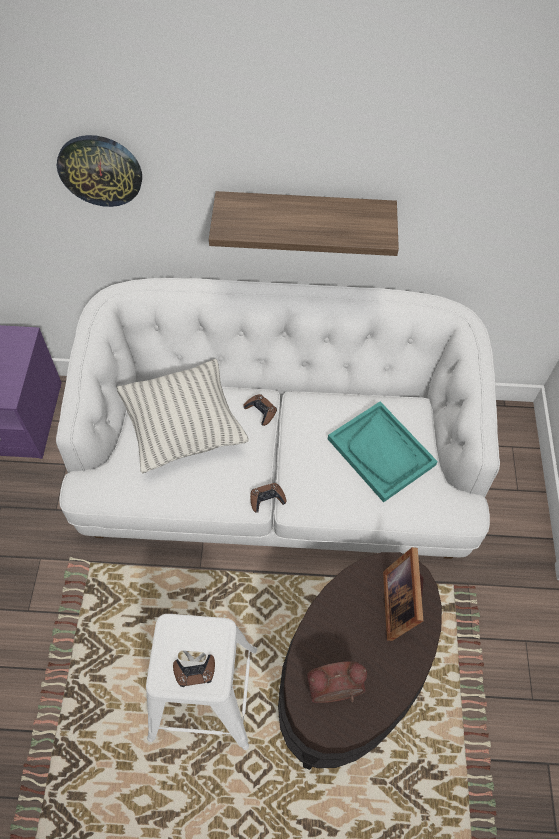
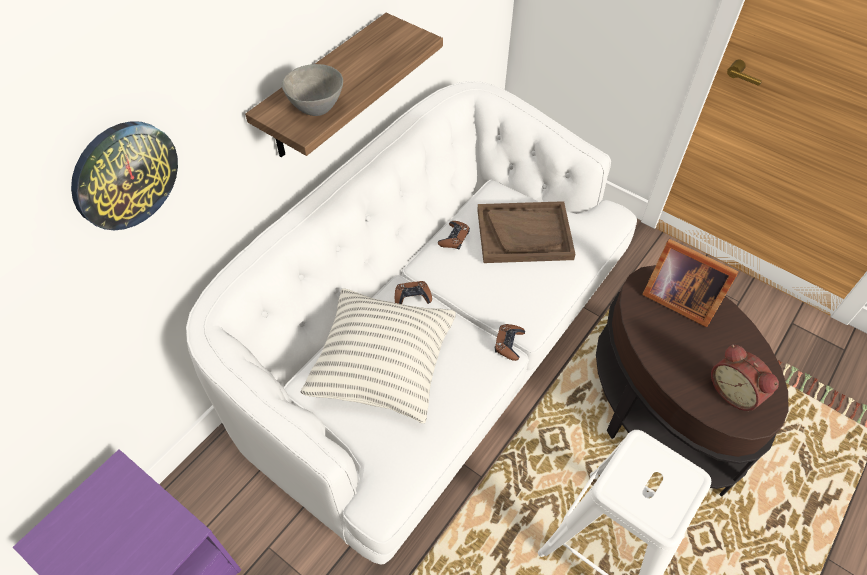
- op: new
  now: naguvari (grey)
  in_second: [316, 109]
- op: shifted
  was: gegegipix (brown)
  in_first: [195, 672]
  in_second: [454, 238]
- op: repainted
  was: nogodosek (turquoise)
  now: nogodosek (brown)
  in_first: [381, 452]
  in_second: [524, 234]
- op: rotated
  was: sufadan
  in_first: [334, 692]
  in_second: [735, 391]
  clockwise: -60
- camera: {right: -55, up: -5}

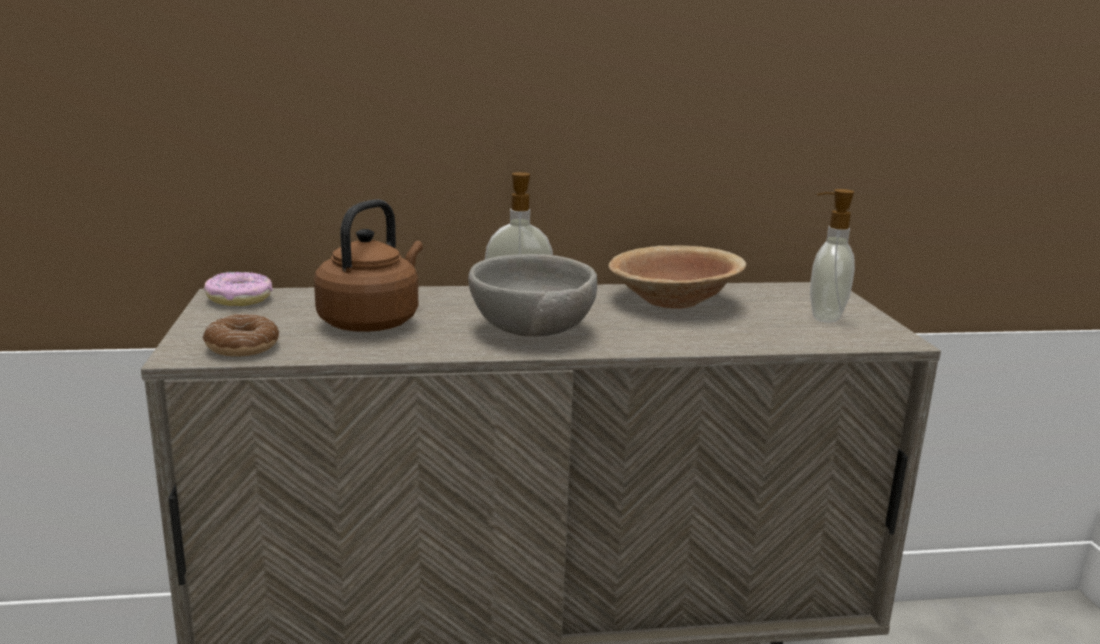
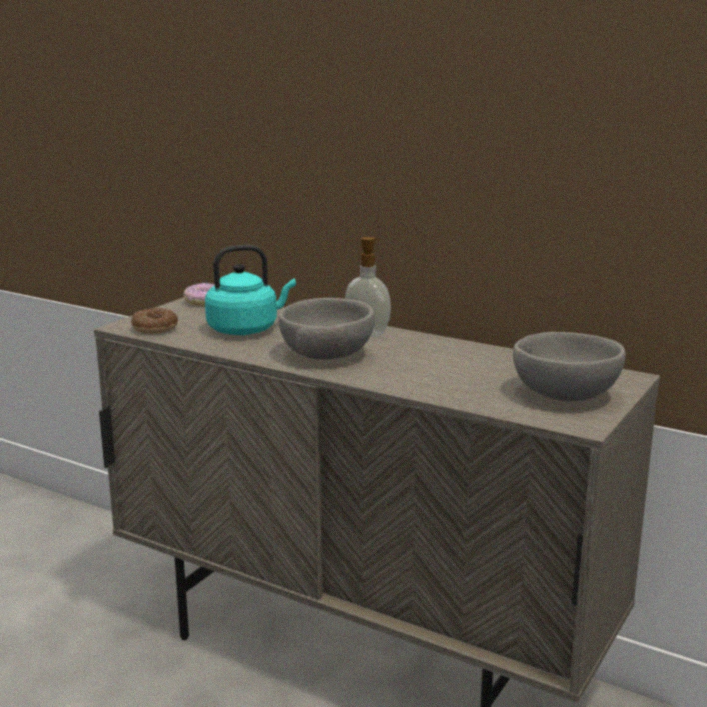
- op: repainted
  was: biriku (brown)
  now: biriku (turquoise)
  in_first: [372, 322]
  in_second: [246, 329]
- op: swapped
  was: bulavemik
  now: naguvari (grey)
  in_first: [824, 316]
  in_second: [565, 395]
- op: gone
  was: naguvari (brown)
  in_first: [673, 301]
- camera: {right: 40, up: 0}

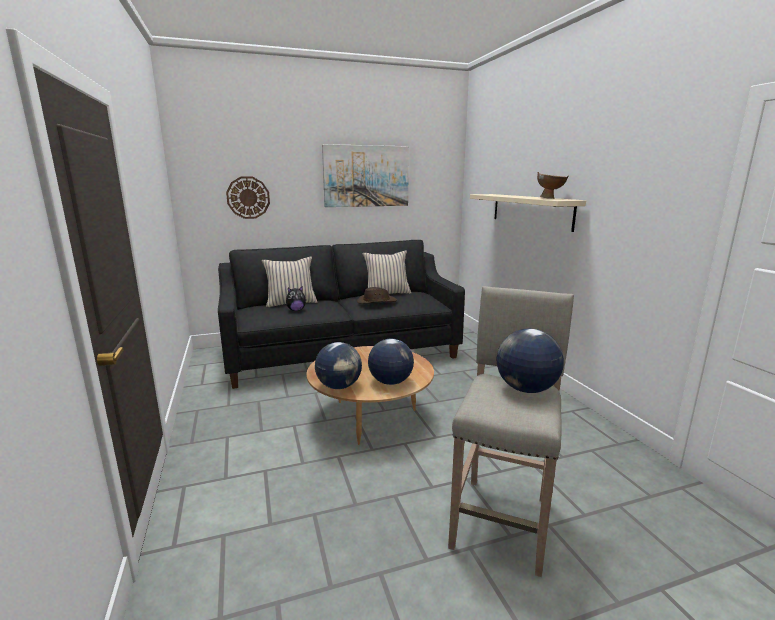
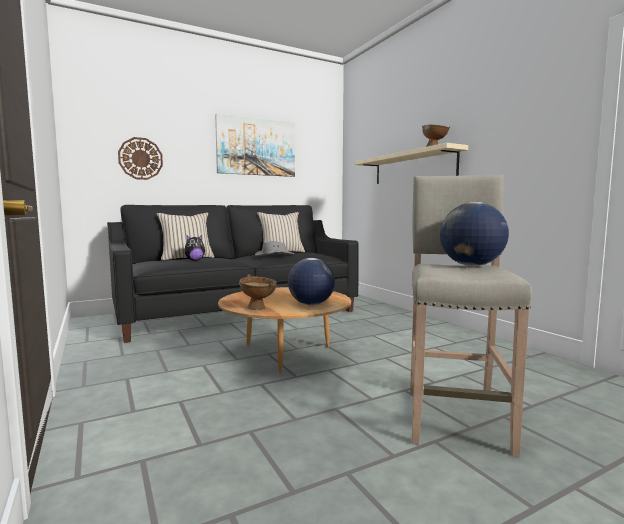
- op: swapped
  was: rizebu
  now: naguvari (brown)
  in_first: [339, 386]
  in_second: [259, 309]
- op: repainted
  was: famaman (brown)
  now: famaman (grey)
  in_first: [376, 301]
  in_second: [274, 255]
- camera: {right: -10, up: -10}

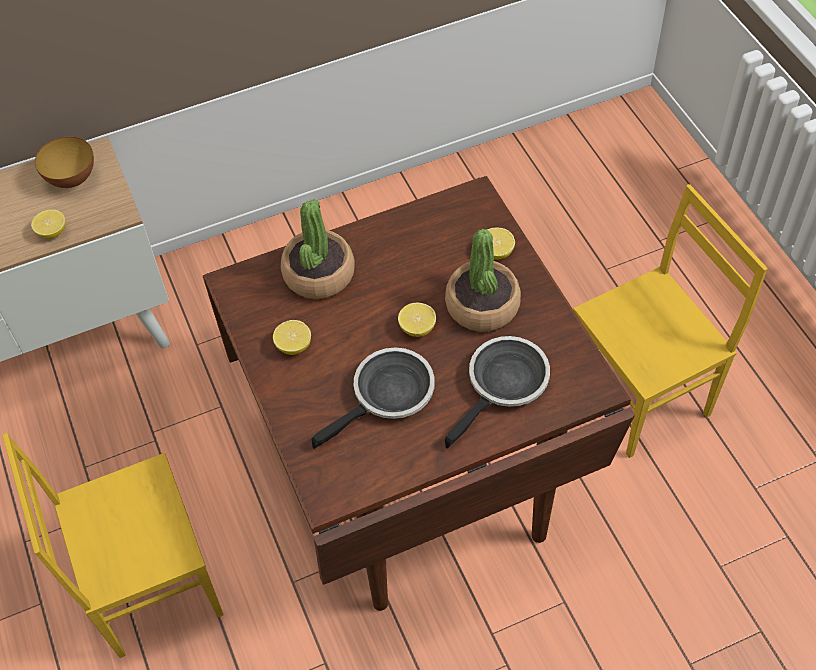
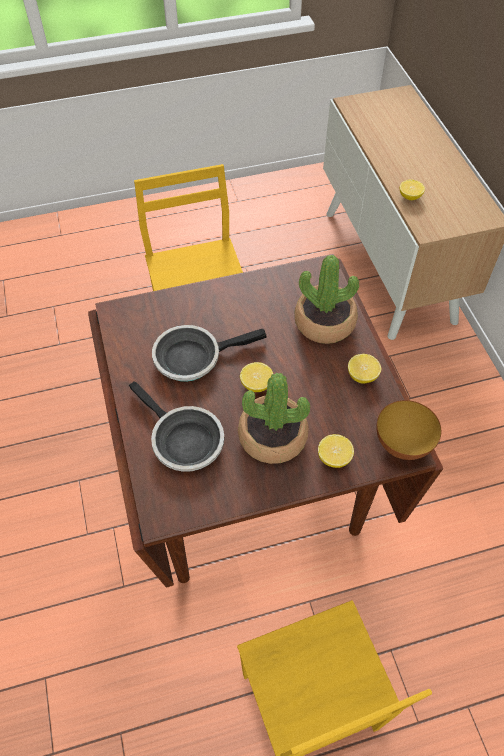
- op: rotated
  was: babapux
  in_first: [388, 396]
  in_second: [193, 357]
  clockwise: 105
- op: shifted
  was: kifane
  in_first: [293, 345]
  in_second: [362, 376]
- op: shifted
  was: naguvari
  in_first: [72, 179]
  in_second: [402, 444]
- camera: {right: 95, up: 0}

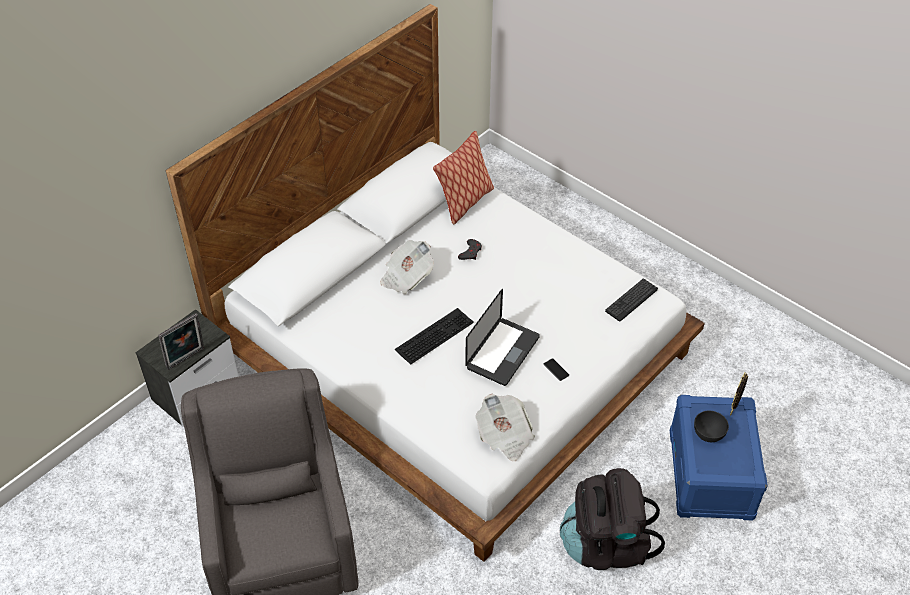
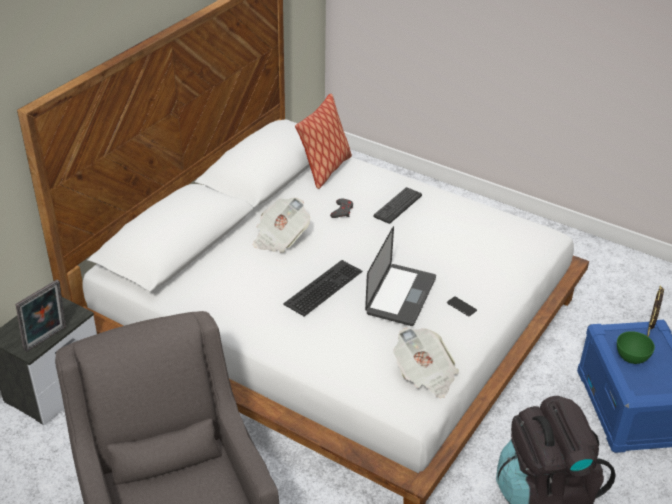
- op: shifted
  was: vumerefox
  in_first: [631, 300]
  in_second: [398, 206]
- op: repainted
  was: naguvari (grey)
  now: naguvari (green)
  in_first: [708, 434]
  in_second: [631, 357]
- camera: {right: -10, up: -10}

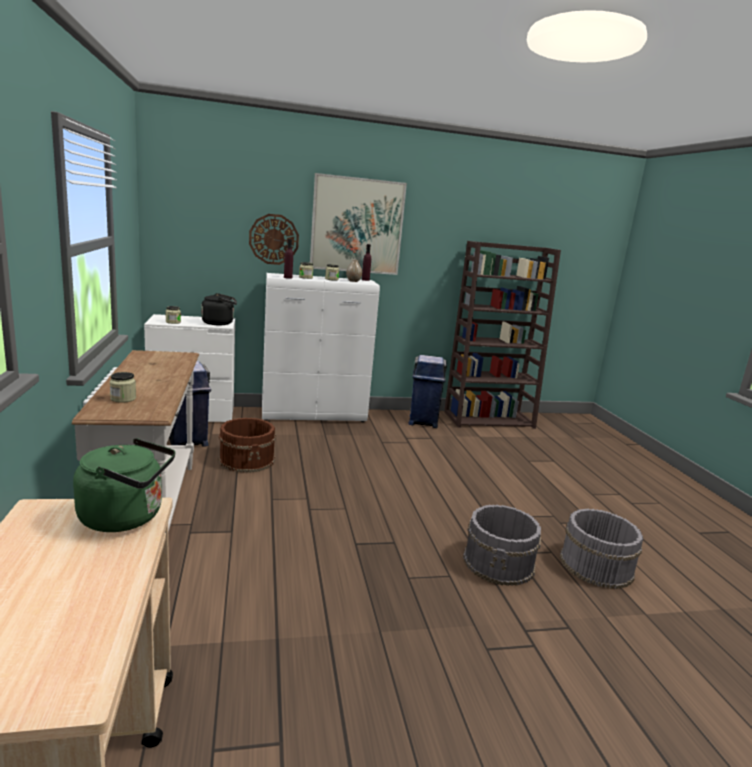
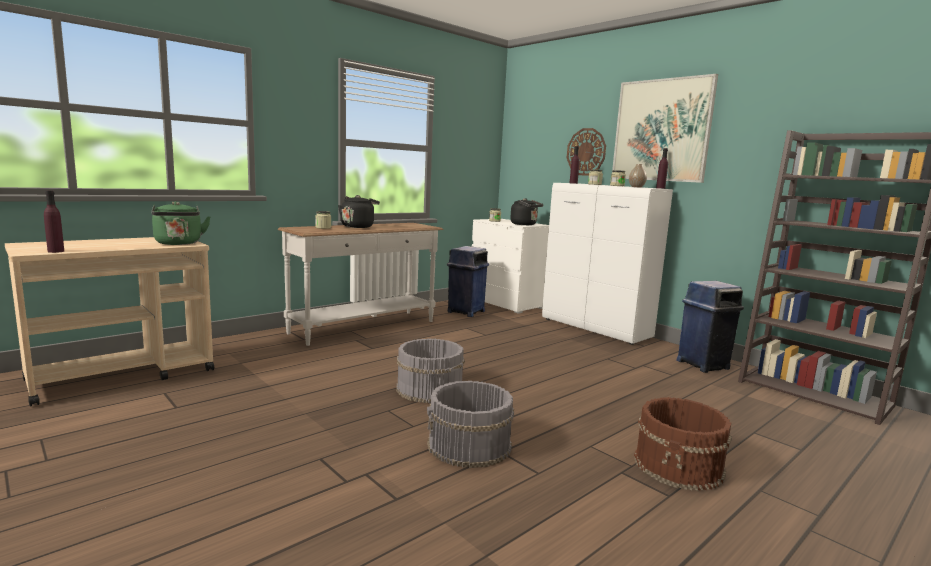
- op: new
  now: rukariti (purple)
  in_second: [56, 251]
- op: new
  now: biriku (black)
  in_second: [358, 226]
- op: shifted
  was: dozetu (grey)
  in_first: [595, 565]
  in_second: [429, 388]
- op: shifted
  was: dozetu (brown)
  in_first: [247, 460]
  in_second: [679, 466]
- camera: {right: 60, up: -5}

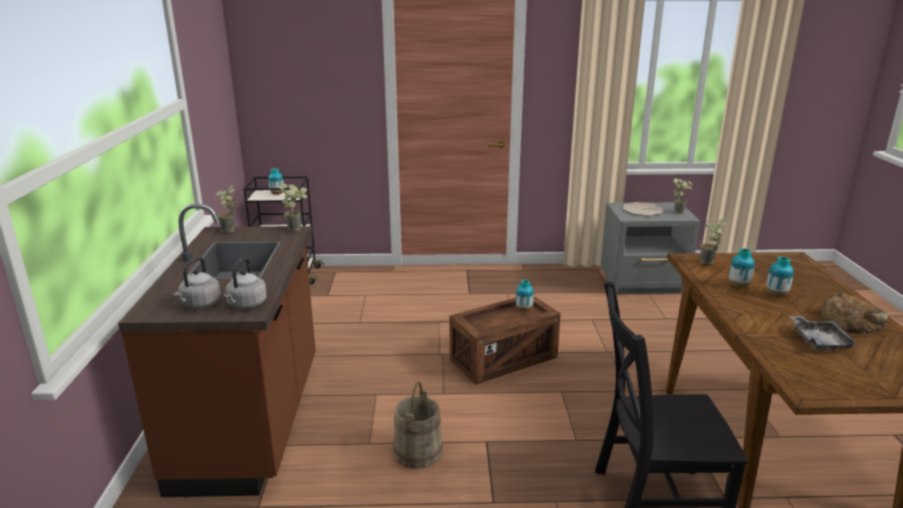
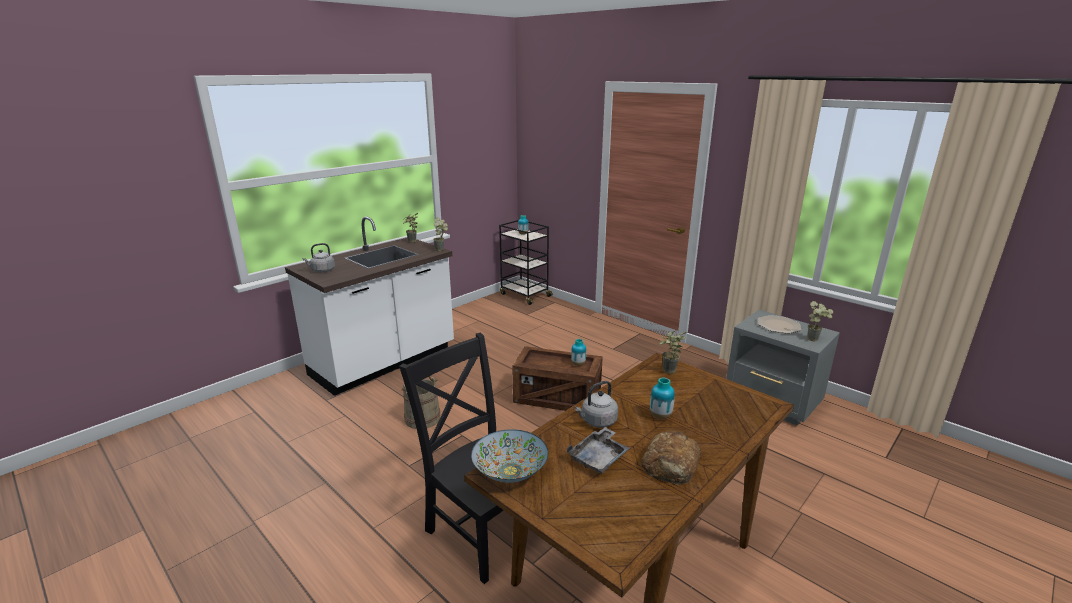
- op: repainted
  was: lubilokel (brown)
  now: lubilokel (white)
  in_first: [253, 422]
  in_second: [384, 362]
- op: new
  now: naguvari
  in_second: [510, 471]
- op: shifted
  was: biriku (grey)
  in_first: [246, 305]
  in_second: [597, 421]
- op: gone
  was: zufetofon
  in_first: [738, 286]
- camera: {right: 45, up: 0}

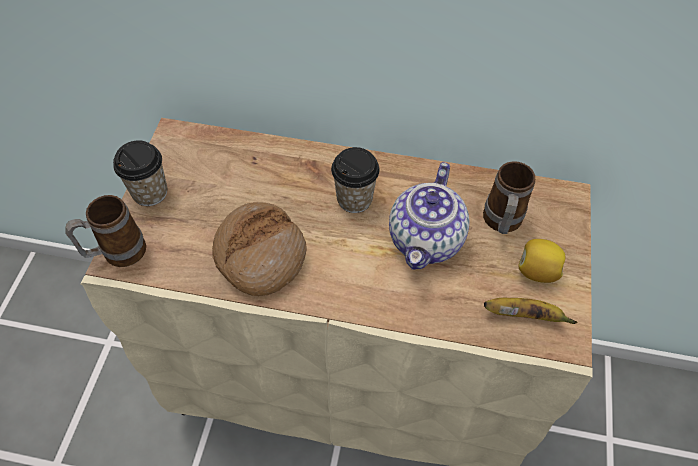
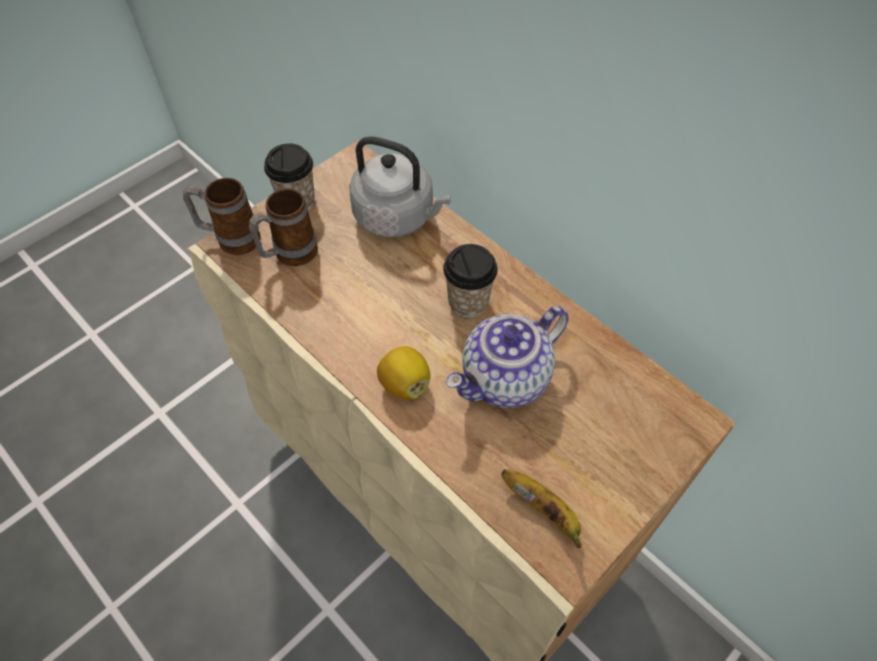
- op: shifted
  was: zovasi
  in_first: [500, 224]
  in_second: [289, 255]
- op: new
  now: biriku (grey)
  in_second: [398, 217]
- op: shifted
  was: kifane
  in_first: [536, 271]
  in_second: [404, 383]
- op: gone
  was: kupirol
  in_first: [260, 255]
- camera: {right: 35, up: 0}

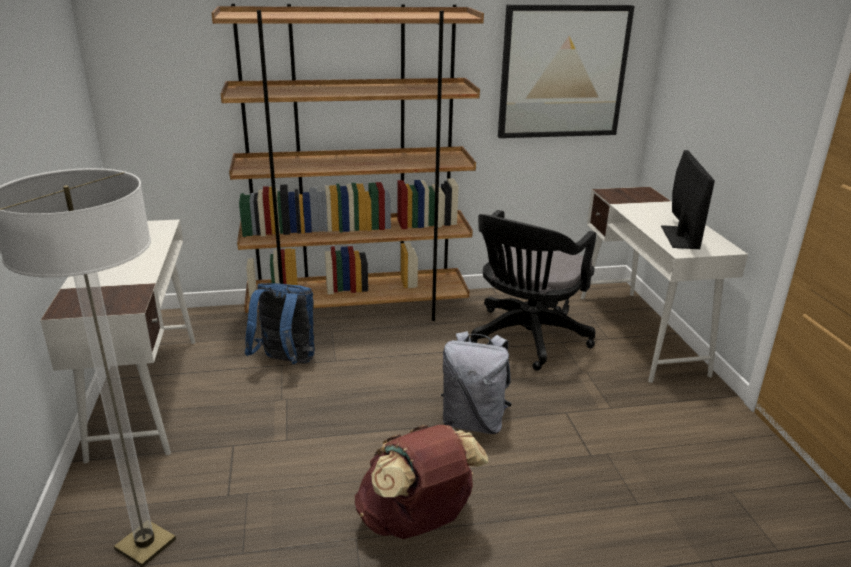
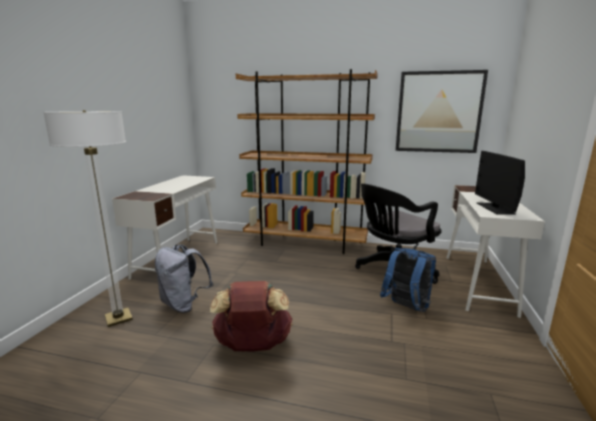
- op: shifted
  was: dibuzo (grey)
  in_first: [474, 422]
  in_second: [184, 304]
- op: shifted
  was: dibuzo (blue)
  in_first: [285, 362]
  in_second: [406, 308]
- op: rotated
  was: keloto
  in_first: [679, 237]
  in_second: [495, 208]
  clockwise: 150
- camera: {right: 25, up: -10}

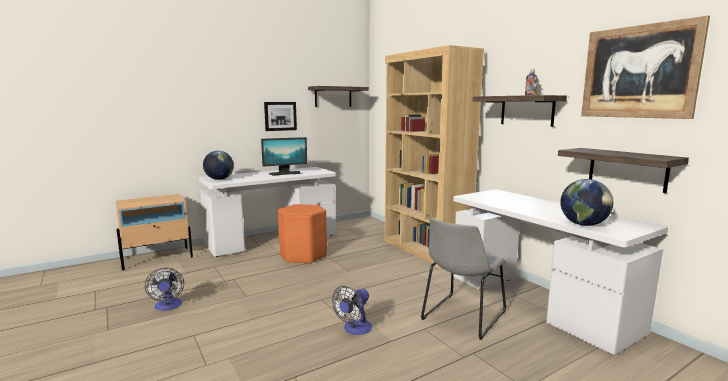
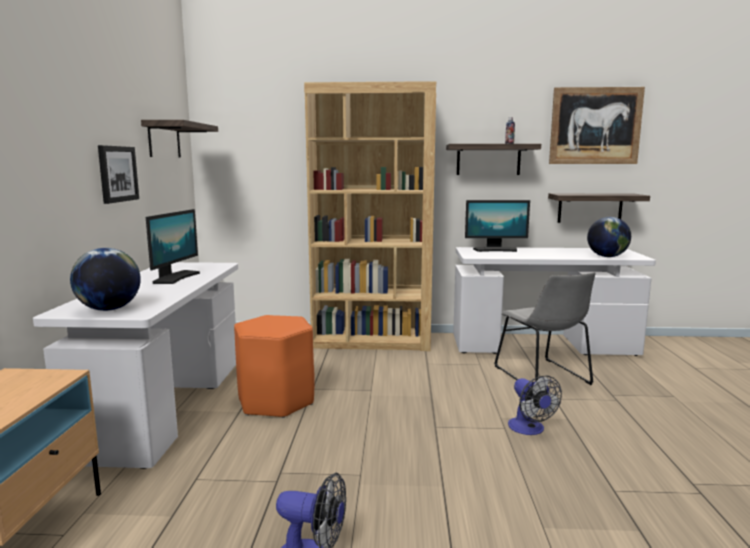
- op: new
  now: keloto
  in_second: [495, 250]
- camera: {right: -55, up: 0}

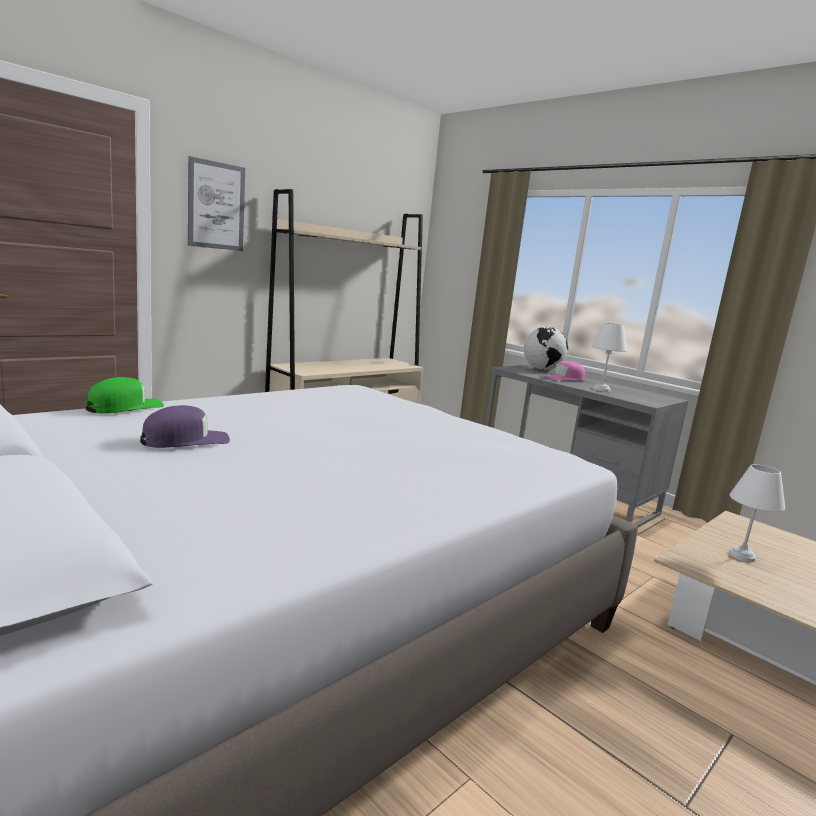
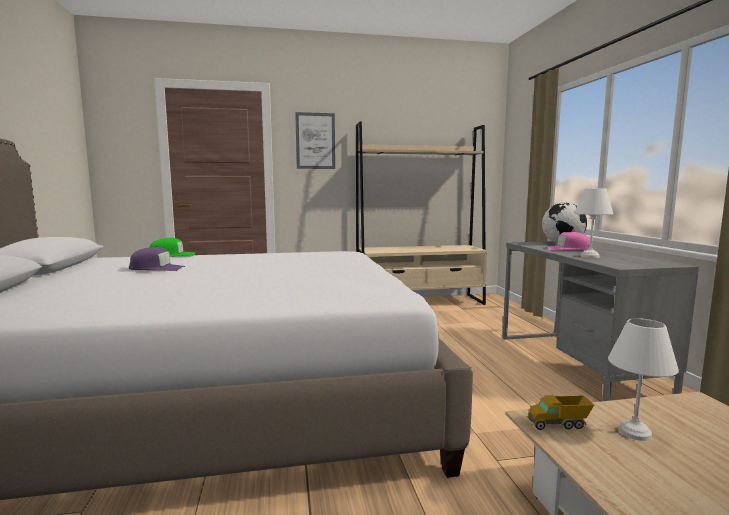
- op: new
  now: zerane
  in_second: [558, 424]
- camera: {right: 35, up: -5}

